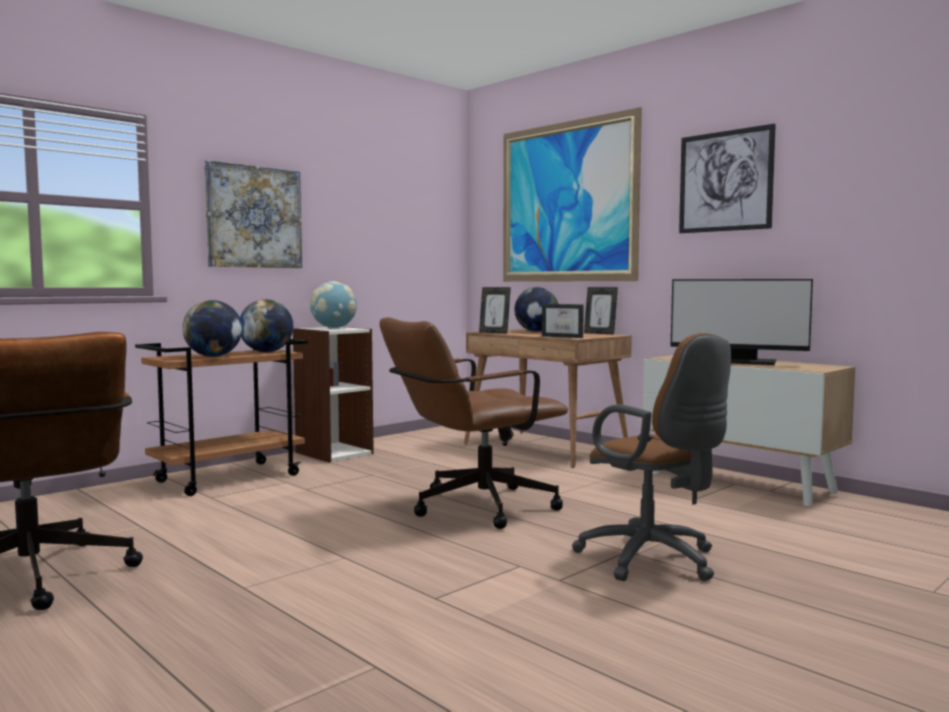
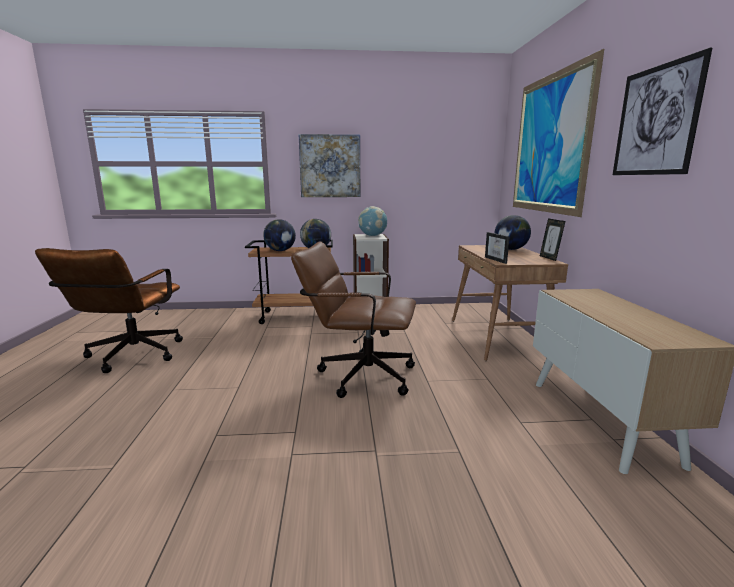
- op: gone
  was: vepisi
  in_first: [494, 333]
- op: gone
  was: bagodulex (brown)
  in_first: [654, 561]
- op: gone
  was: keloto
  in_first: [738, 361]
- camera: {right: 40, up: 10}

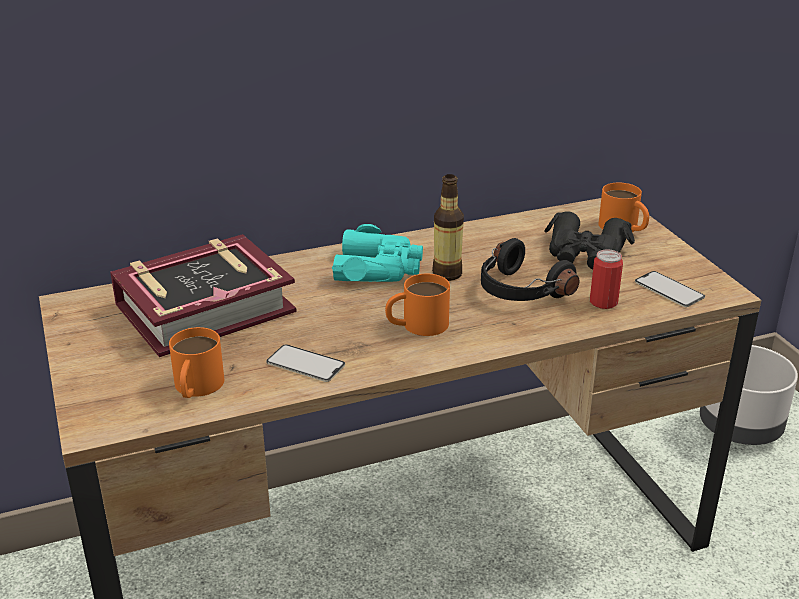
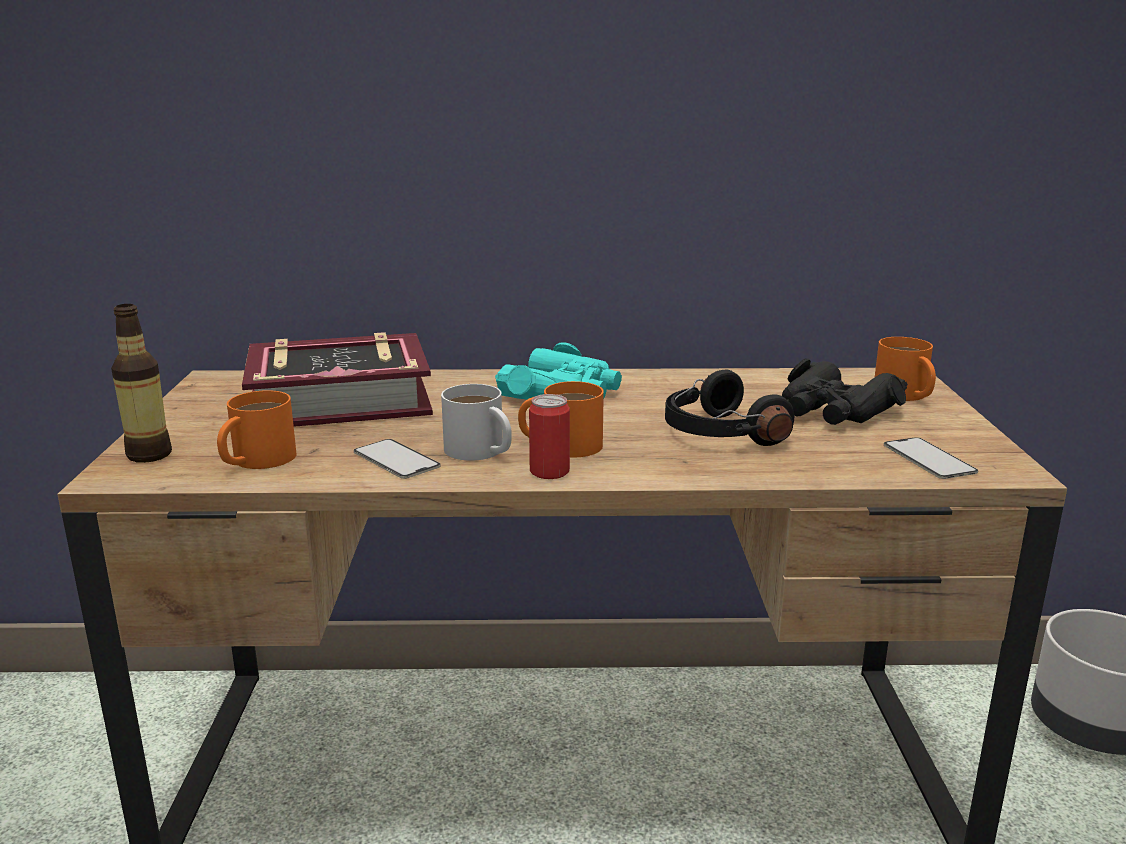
- op: shifted
  was: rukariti
  in_first: [447, 274]
  in_second: [149, 455]
- op: new
  now: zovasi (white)
  in_second: [481, 452]
- op: shifted
  was: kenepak
  in_first: [603, 302]
  in_second: [549, 471]
- camera: {right: 20, up: -10}

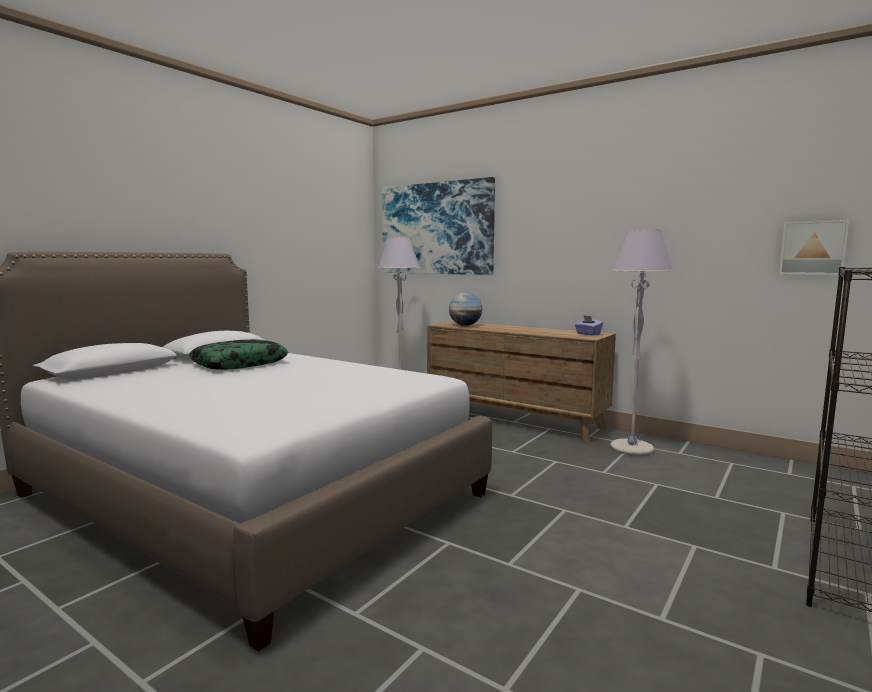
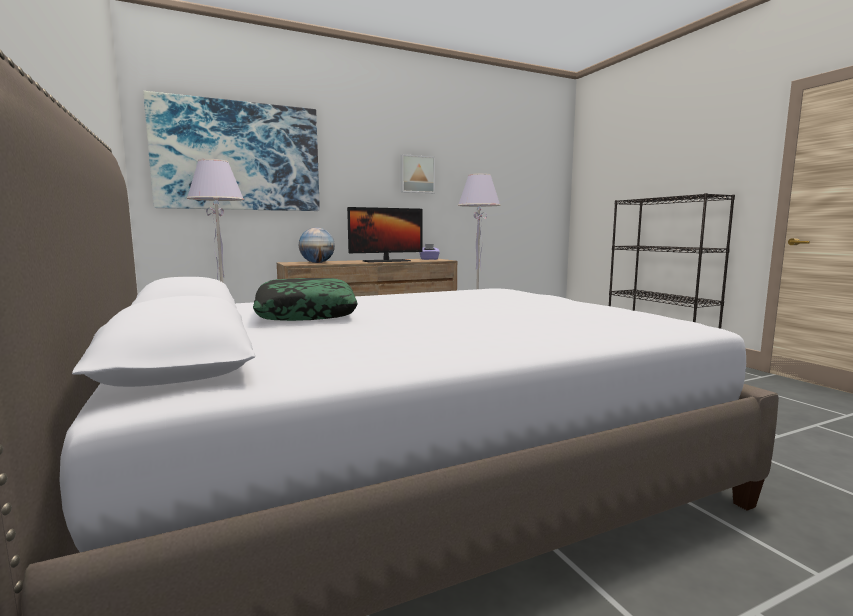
- op: new
  now: keloto
  in_second: [386, 261]
- op: shifted
  was: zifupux
  in_first: [813, 248]
  in_second: [417, 174]
- camera: {right: -60, up: 0}

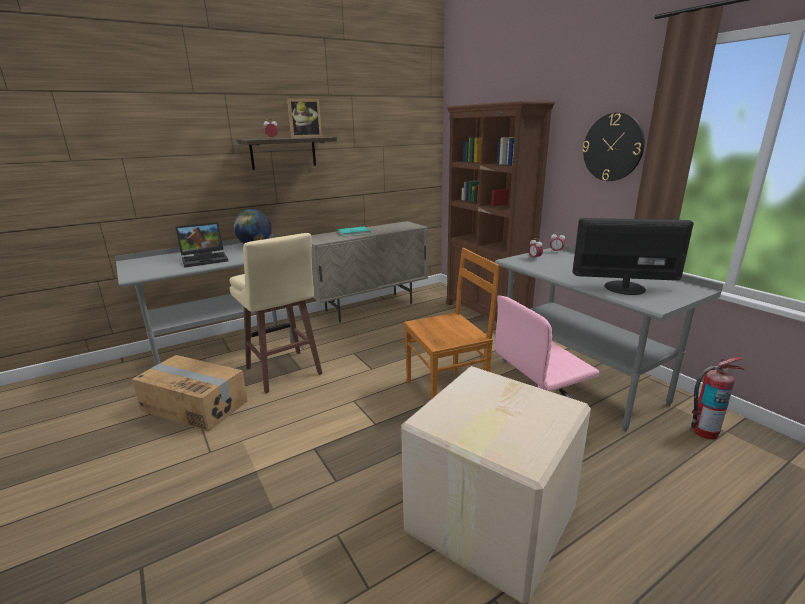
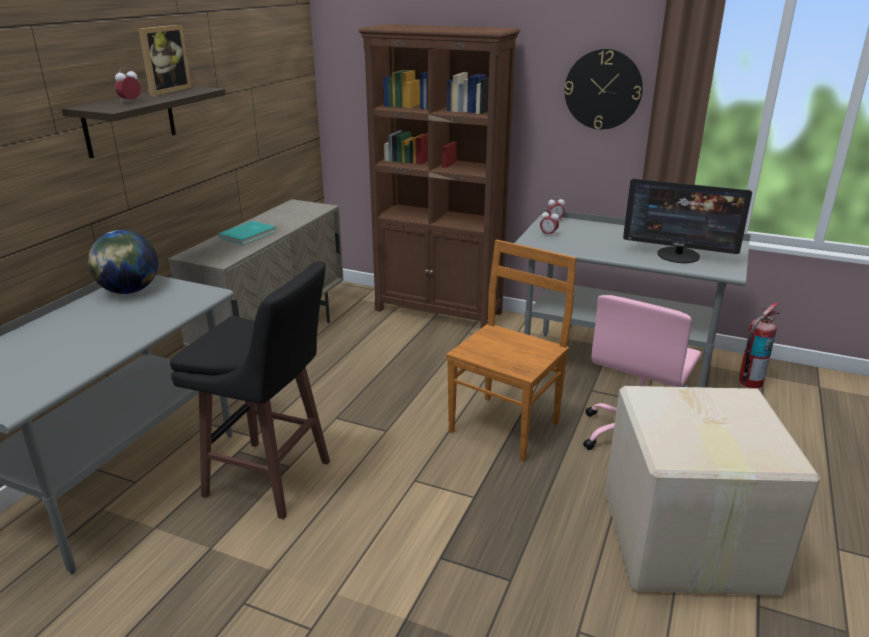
- op: repainted
  was: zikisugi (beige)
  now: zikisugi (black)
  in_first: [284, 372]
  in_second: [271, 480]
- op: rotated
  was: keloto
  in_first: [624, 287]
  in_second: [678, 255]
  clockwise: -135
- op: gone
  was: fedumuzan
  in_first: [195, 405]
- op: gone
  was: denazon
  in_first: [205, 259]
- camera: {right: -35, up: 5}

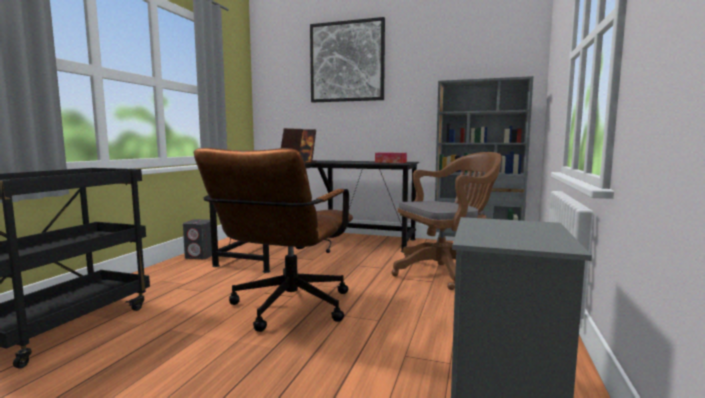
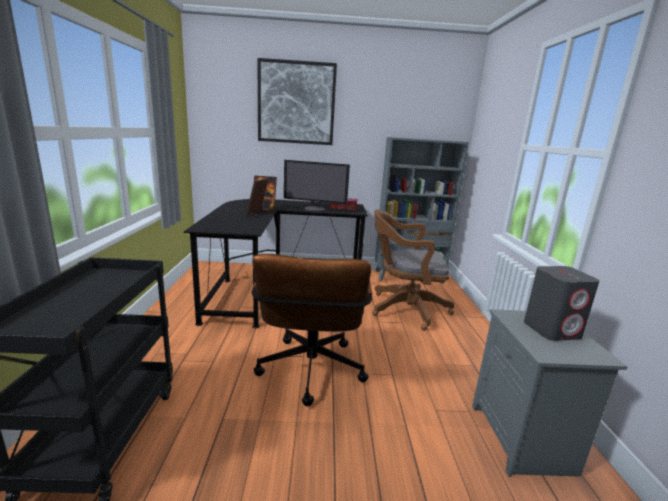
- op: new
  now: keloto
  in_second: [315, 209]
- op: rotated
  was: bagodulex (brown)
  in_first: [446, 271]
  in_second: [404, 308]
  clockwise: -135
- op: shifted
  was: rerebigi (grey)
  in_first: [200, 256]
  in_second: [552, 330]
- camera: {right: -20, up: 10}

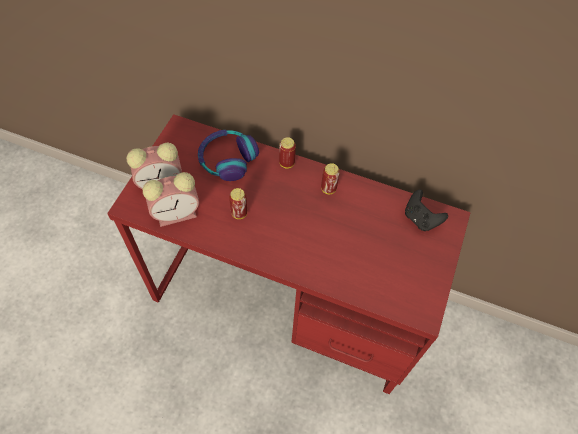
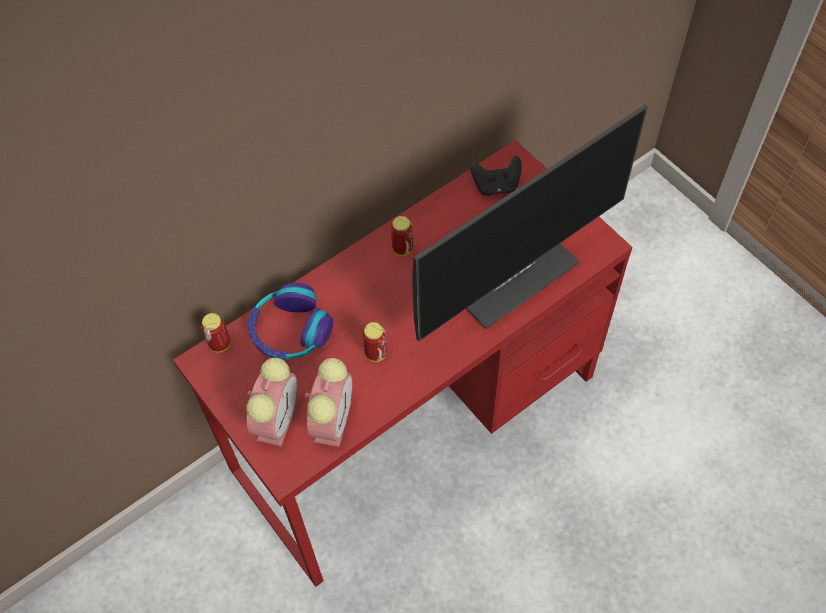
- op: shifted
  was: kenepak
  in_first: [286, 163]
  in_second: [220, 344]
- op: new
  now: keloto
  in_second: [508, 269]
- camera: {right: -55, up: 0}

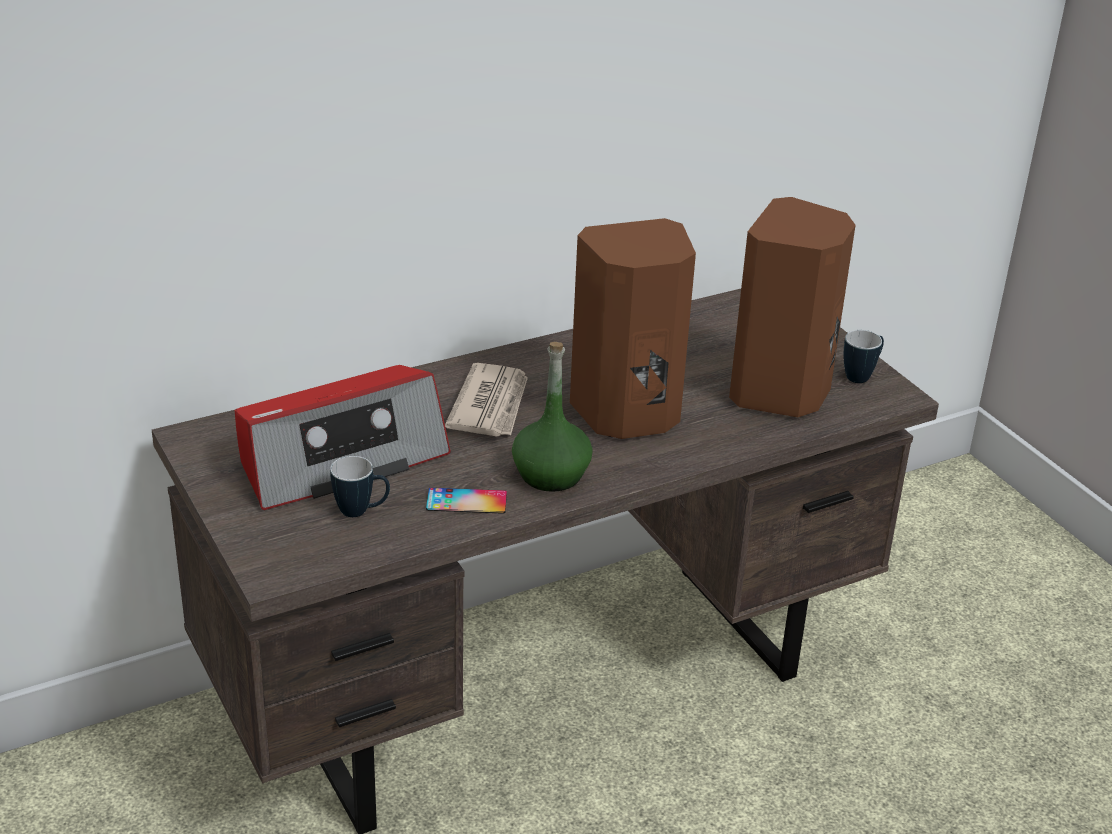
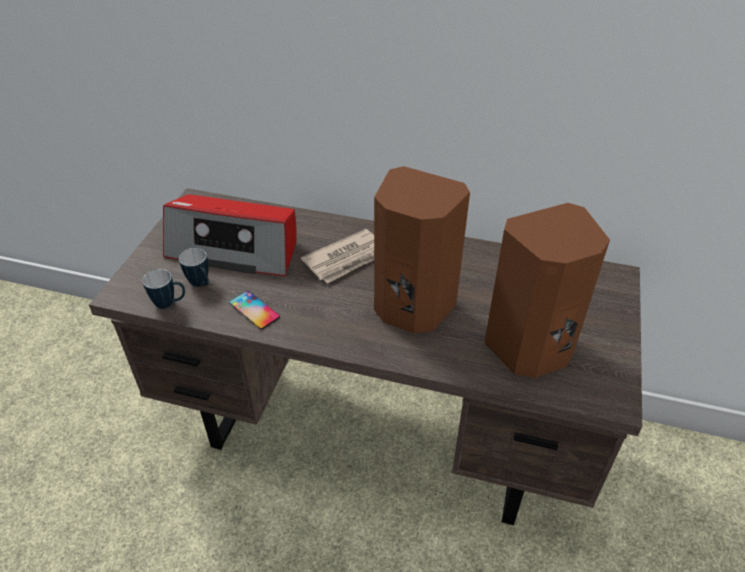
- op: shifted
  was: zovasi
  in_first: [862, 376]
  in_second: [170, 303]
- op: gone
  was: rukariti (green)
  in_first: [550, 474]
- camera: {right: 45, up: 10}

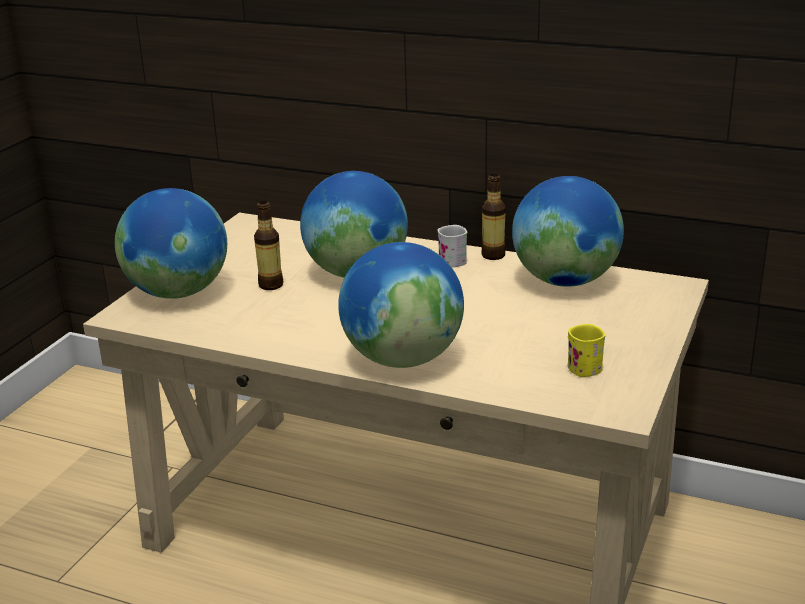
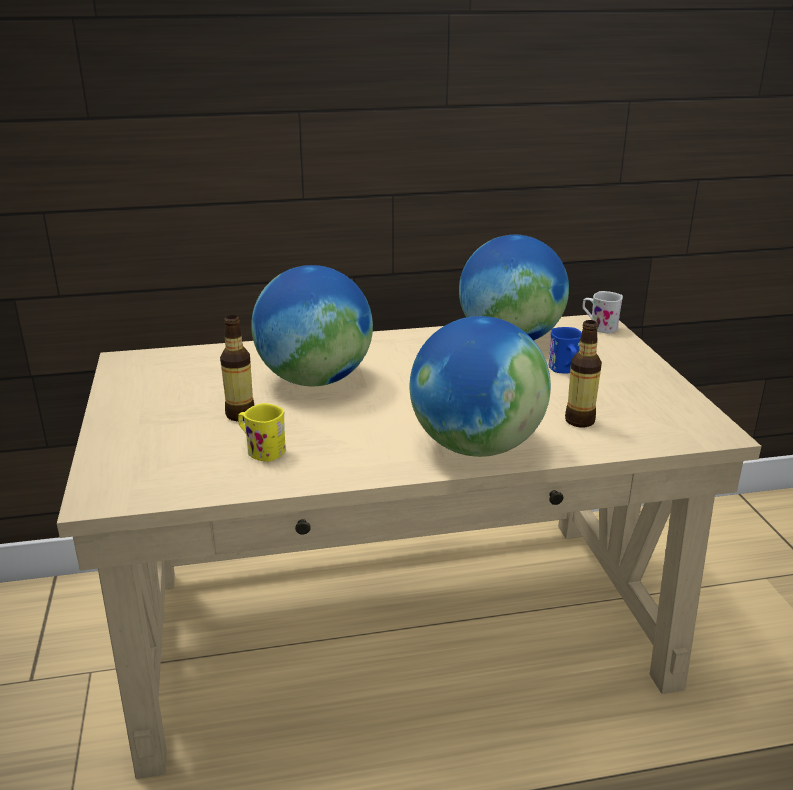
- op: shifted
  was: zovasi (yellow)
  in_first: [581, 365]
  in_second: [261, 450]
- op: new
  now: zovasi (blue)
  in_second: [565, 370]
- op: shifted
  was: rukariti
  in_first: [493, 255]
  in_second: [579, 421]
- op: shifted
  was: zovasi (white)
  in_first: [450, 260]
  in_second: [599, 327]
- op: gone
  was: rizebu
  in_first: [177, 292]
- camera: {right: -35, up: 0}

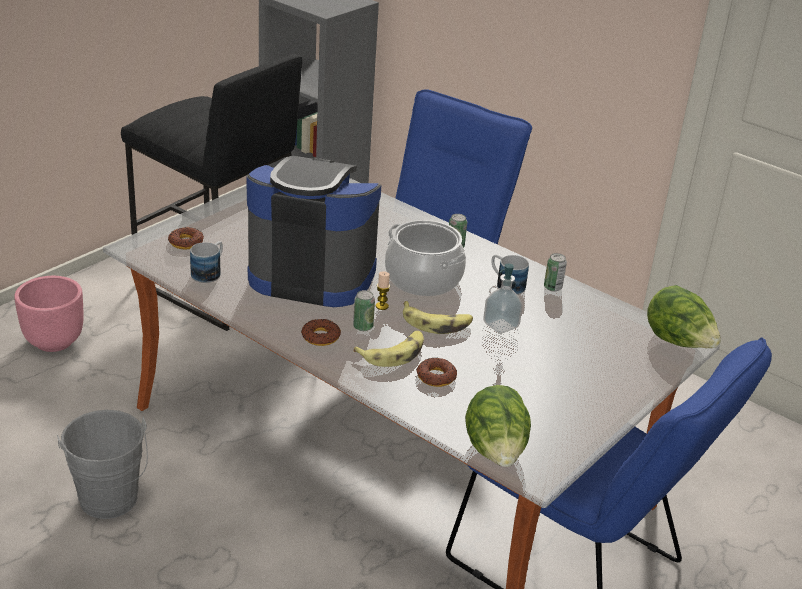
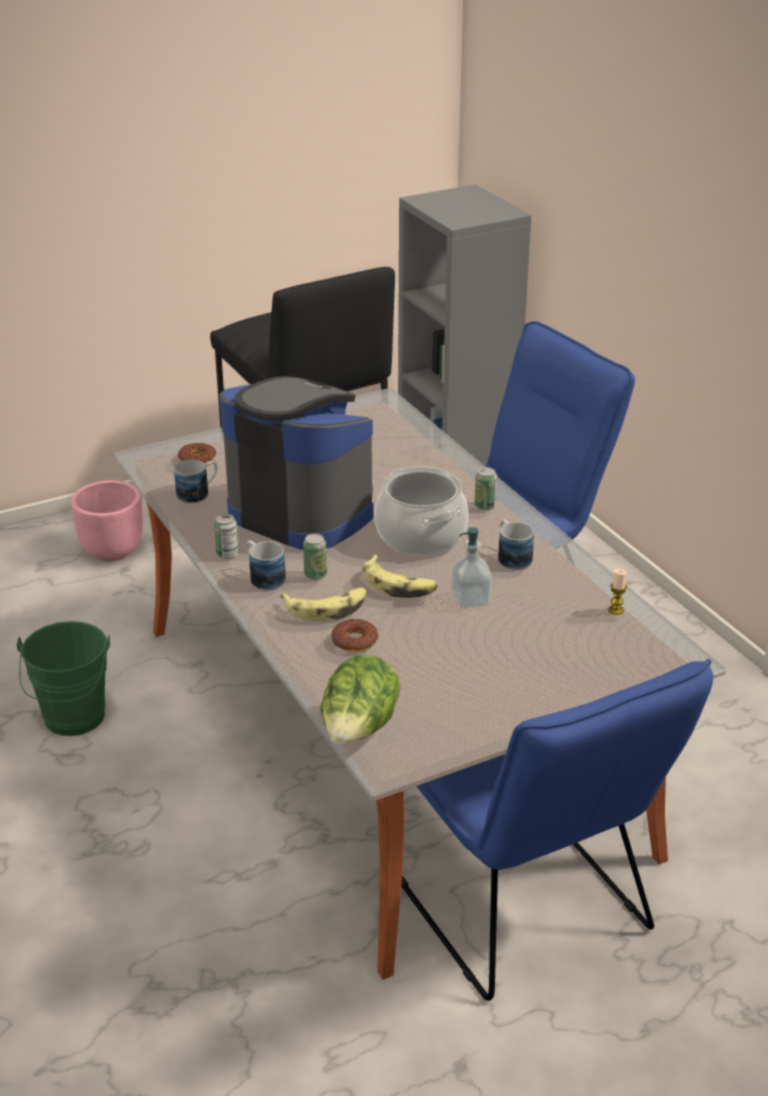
- op: repainted
  was: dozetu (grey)
  now: dozetu (green)
  in_first: [110, 503]
  in_second: [73, 721]
- op: shifted
  was: kenepak
  in_first: [552, 287]
  in_second: [227, 554]
- op: swapped
  was: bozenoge
  now: zovasi
  in_first: [320, 337]
  in_second: [263, 577]
- op: shifted
  was: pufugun
  in_first: [382, 306]
  in_second: [616, 610]
- op: gone
  was: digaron
  in_first: [678, 343]
- camera: {right: 25, up: 0}

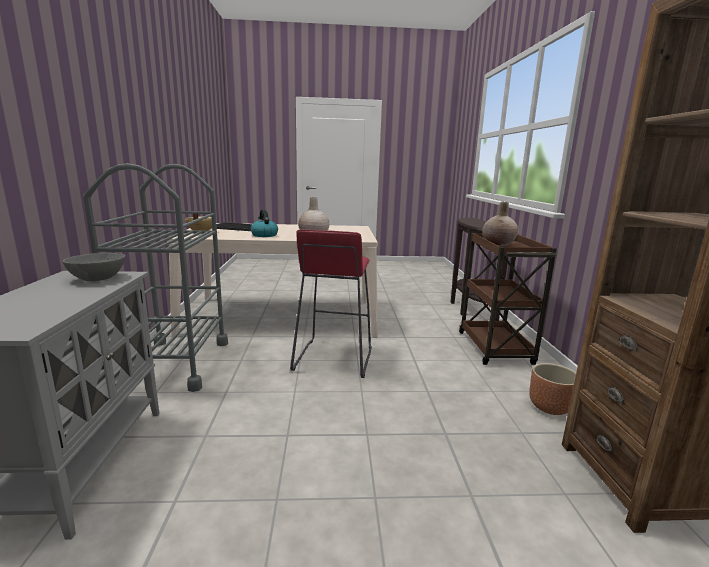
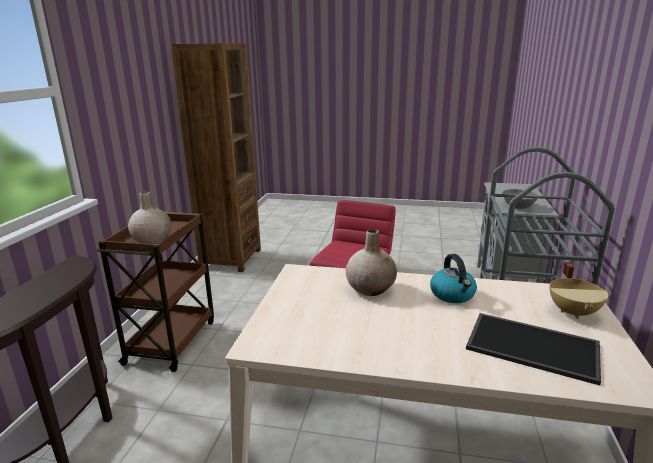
- op: gone
  was: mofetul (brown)
  in_first: [550, 407]
- camera: {right: -165, up: 5}

